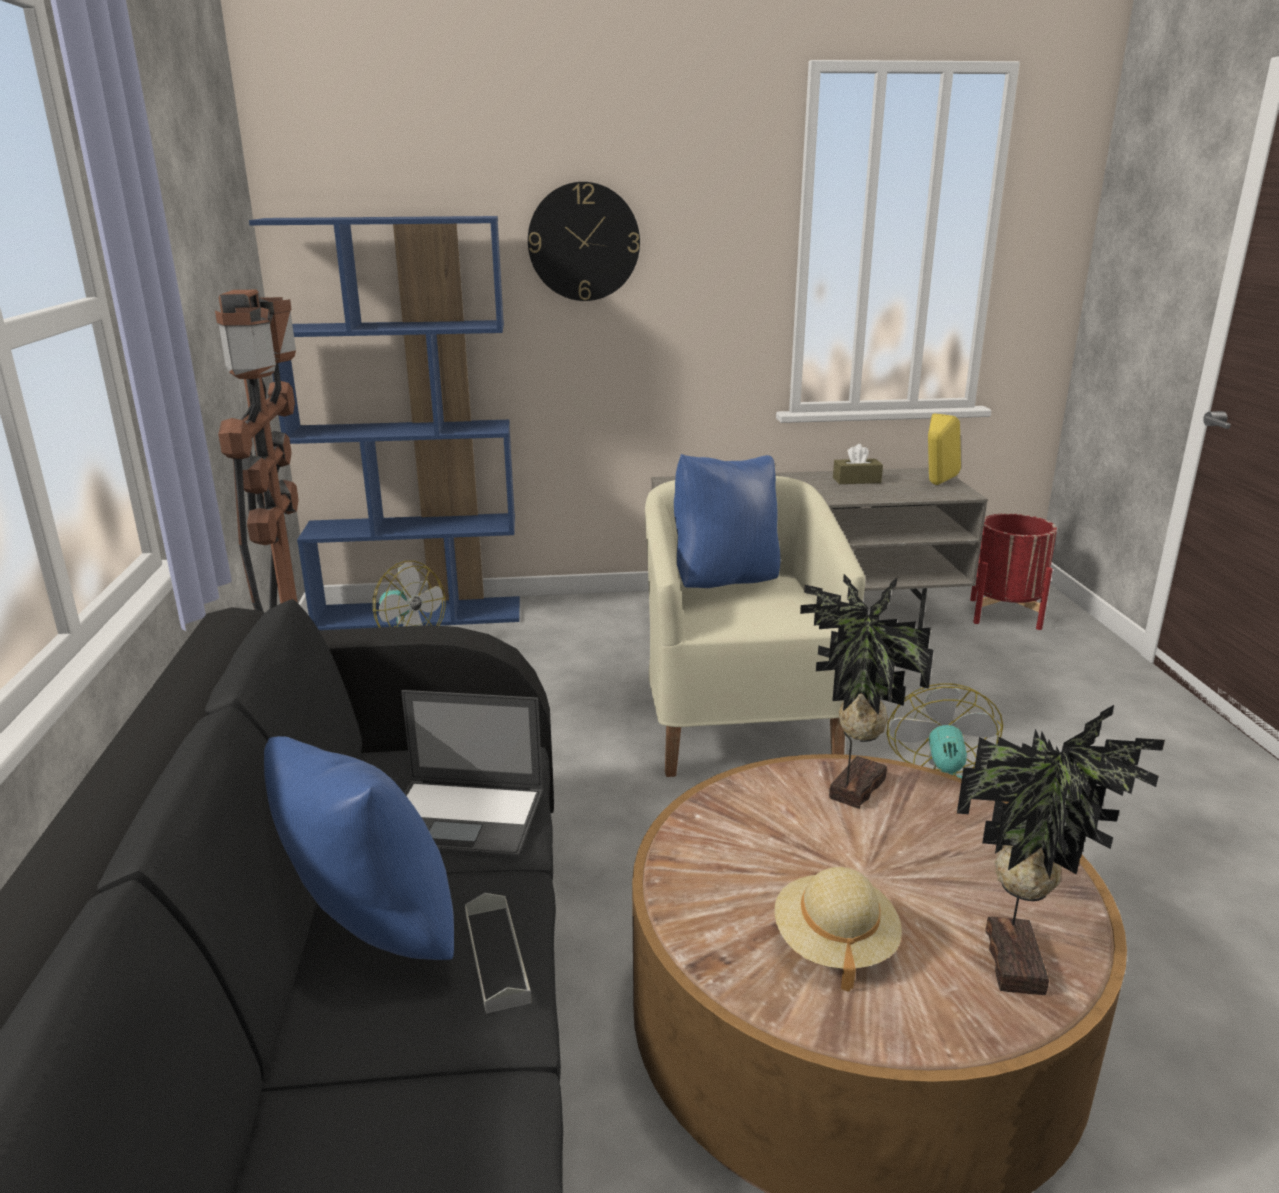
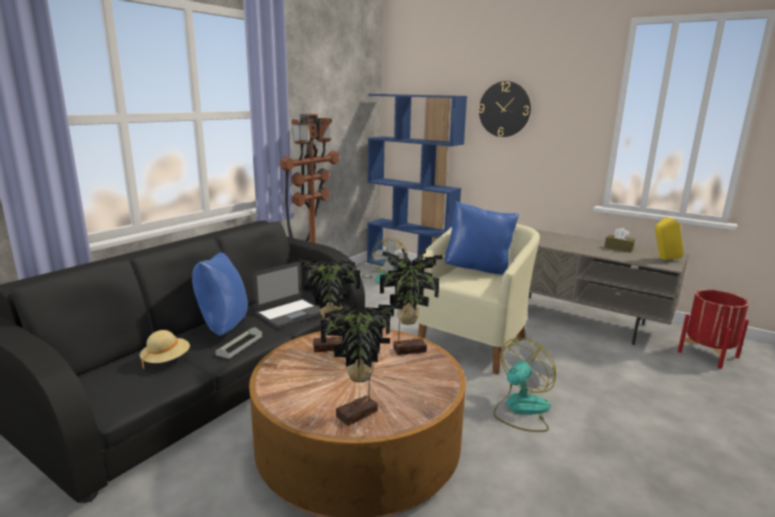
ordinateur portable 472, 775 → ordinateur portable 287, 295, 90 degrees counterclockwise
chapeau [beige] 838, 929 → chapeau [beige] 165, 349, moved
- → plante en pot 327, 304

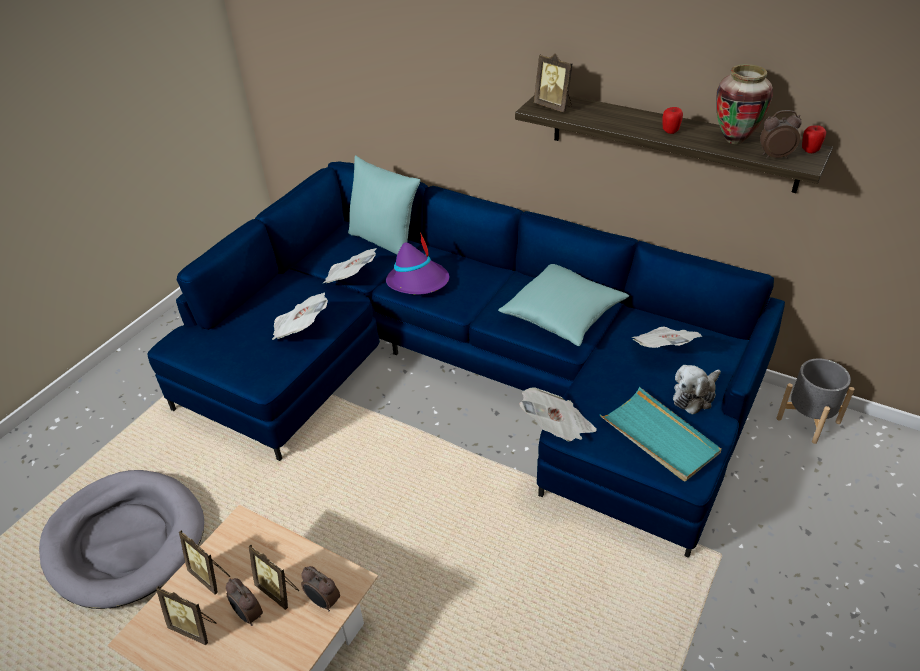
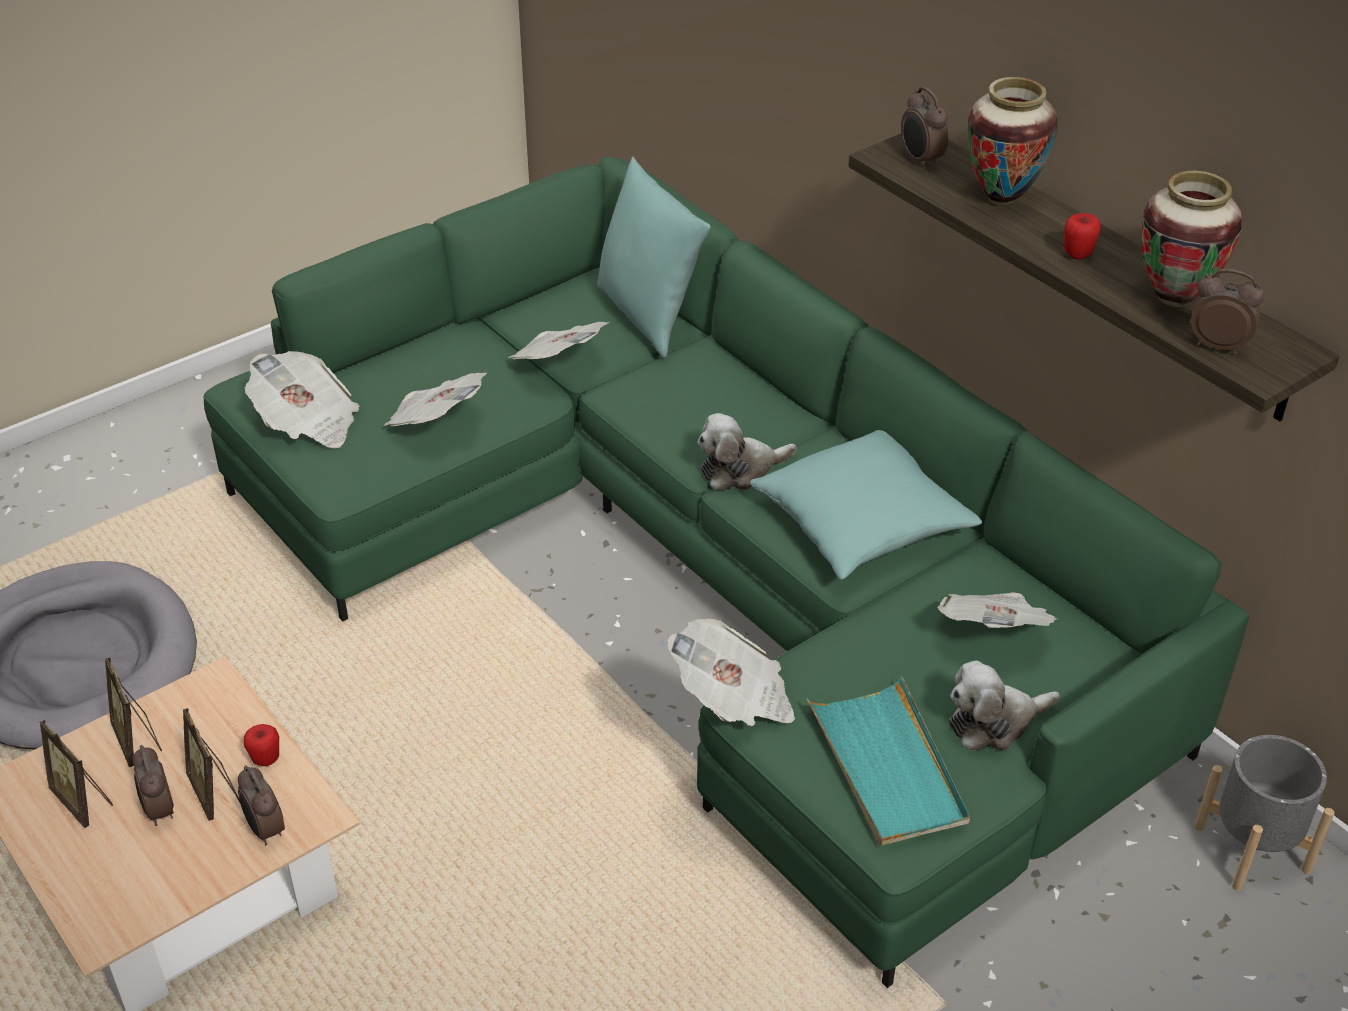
canapé [bleu] 466, 359 → canapé [vert] 726, 572
chapeau [violet] 417, 263 → -
cadre photo 553, 82 → réveil 924, 128
pomme 814, 139 → pomme 261, 745, moved
- → journal 302, 400
- → peluche 746, 451
- → vase 1013, 141

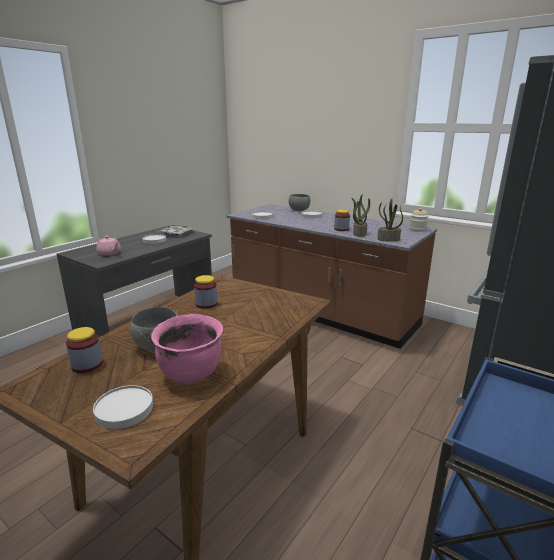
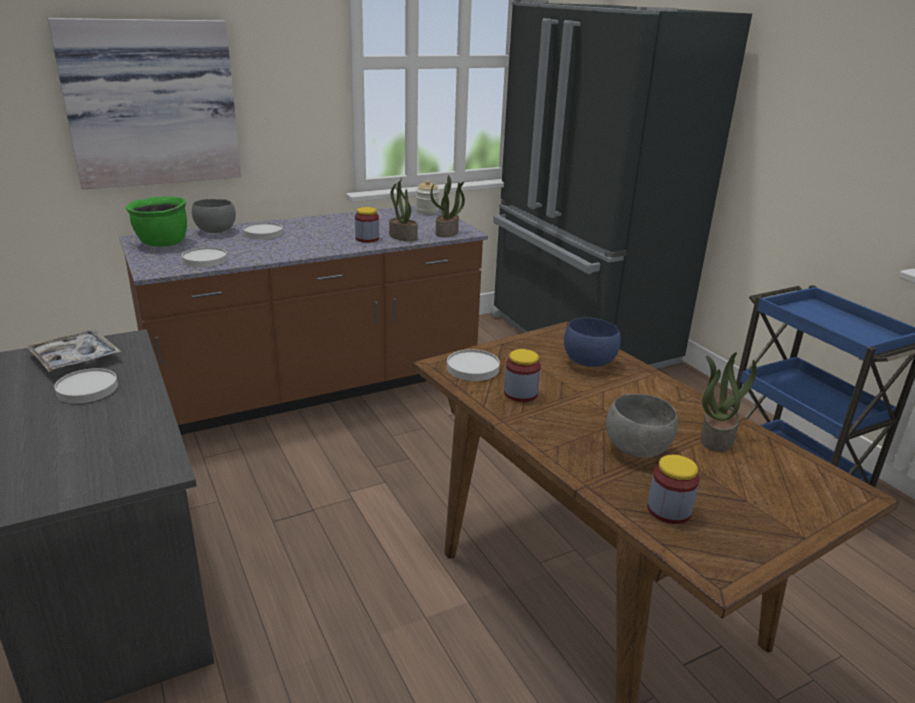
assiette [blanc] 123, 407 → assiette [blanc] 473, 365, moved
théière [rose] 108, 246 → -
marmite [rose] 187, 348 → plante en pot 728, 402
- → tableau 144, 103
- → marmite [vert] 156, 221
- → bol [bleu] 592, 342

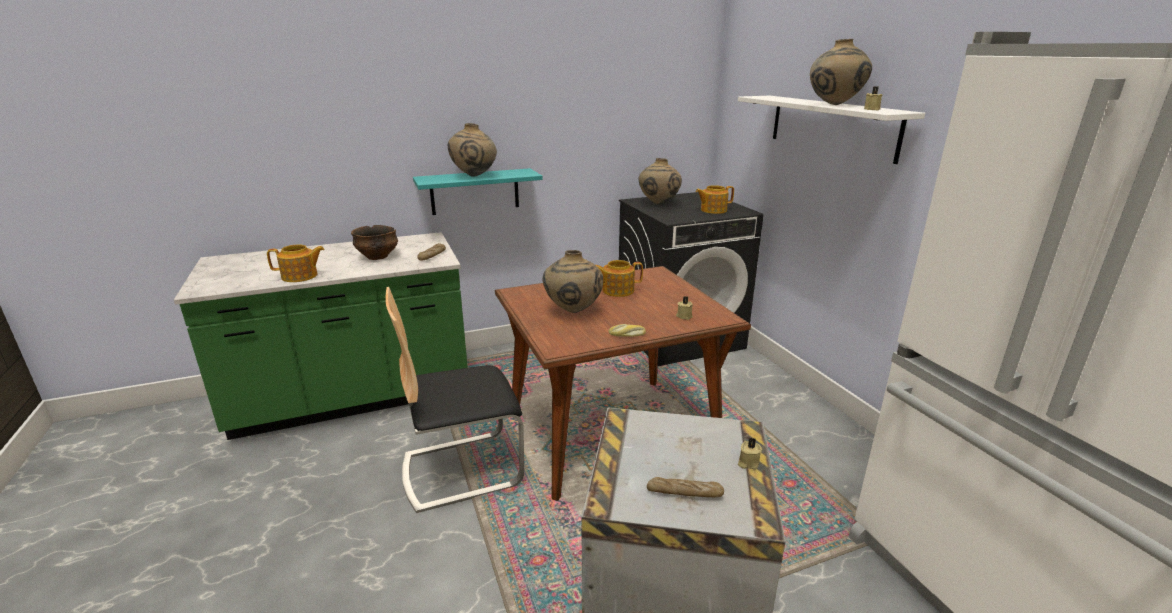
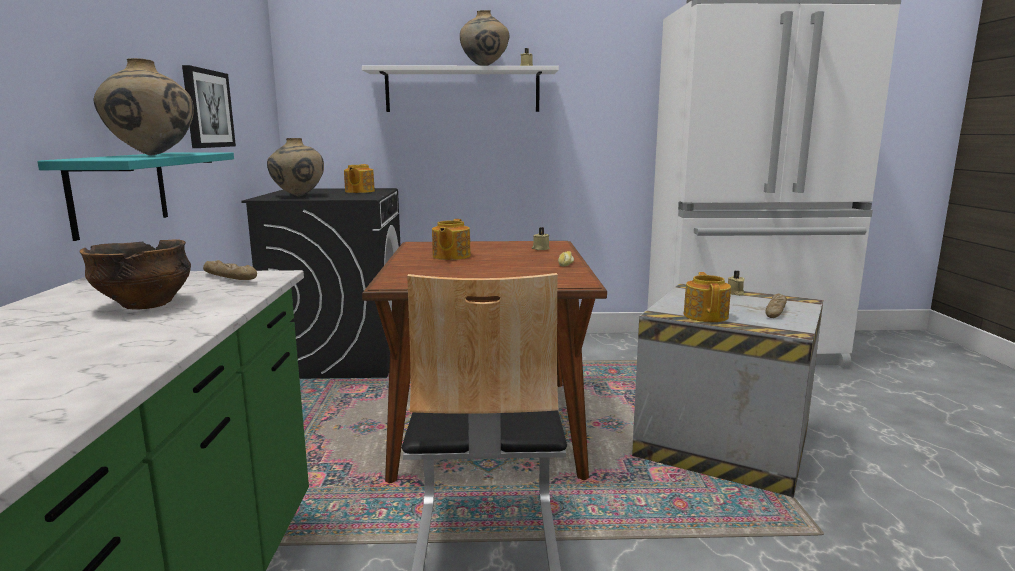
théière 296, 263 → théière 707, 297, moved
vase [beige] 572, 281 → -
- → tableau 209, 106

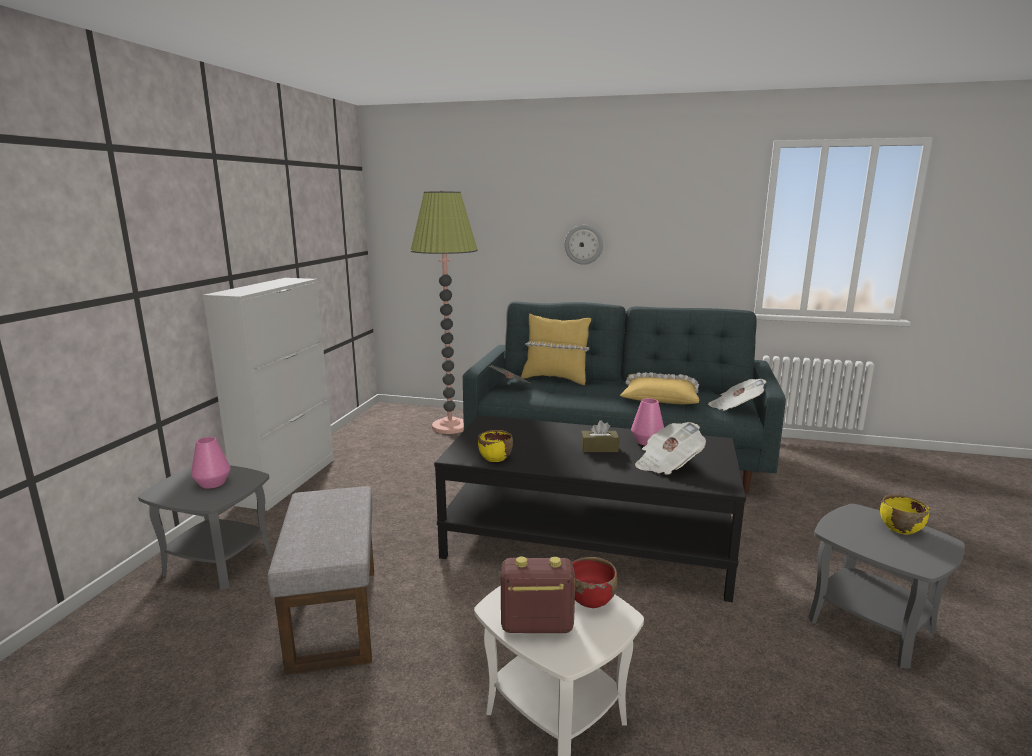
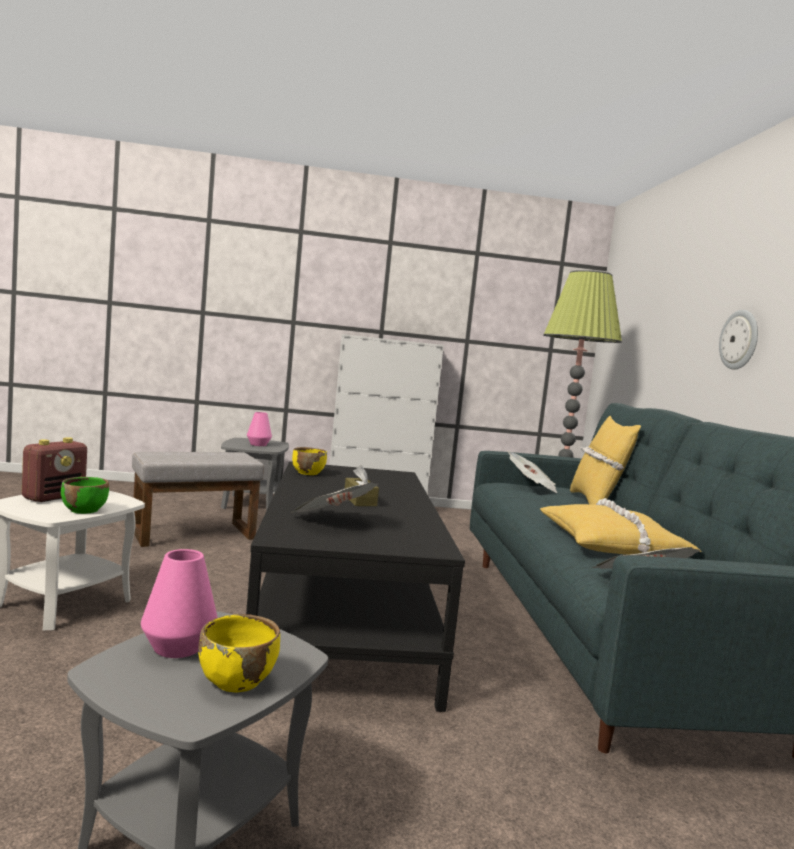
radio 538, 594 → radio 54, 469, 45 degrees clockwise
bol [rouge] 595, 582 → bol [vert] 85, 495
vase [rose] 647, 422 → vase [rose] 179, 603, moved

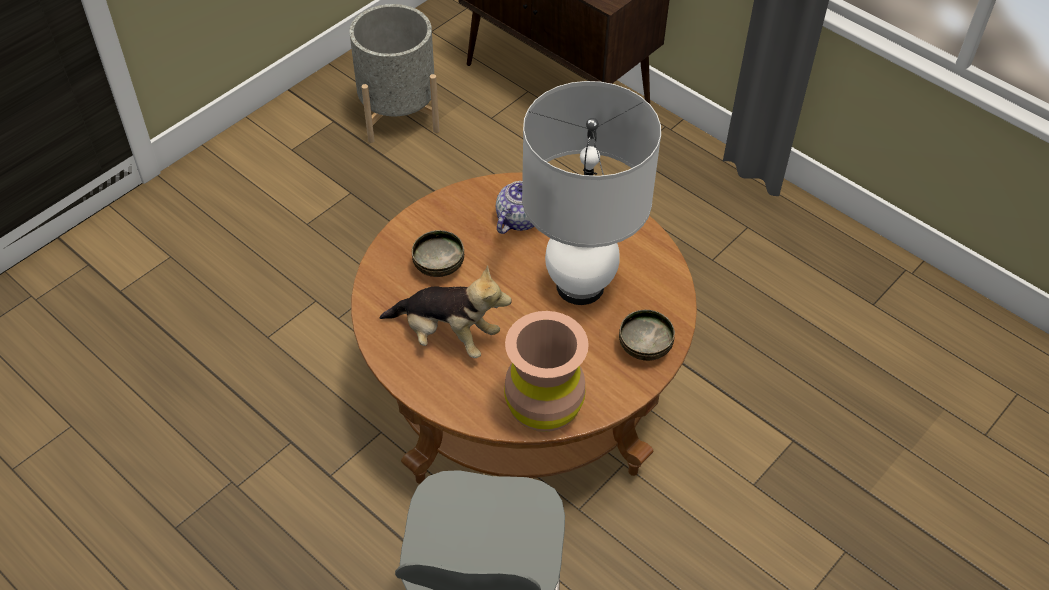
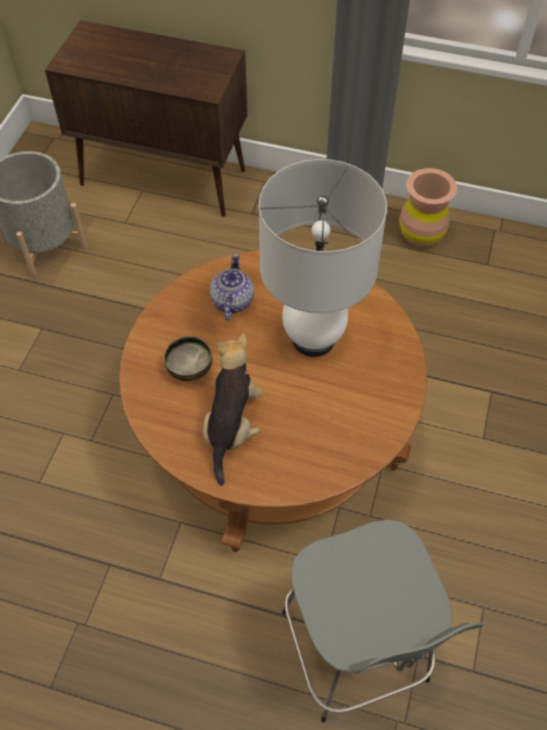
peluche 446, 311 → peluche 232, 410, 75 degrees counterclockwise
vase [marron] 546, 371 → vase [marron] 428, 207, moved
bol 647, 335 → -

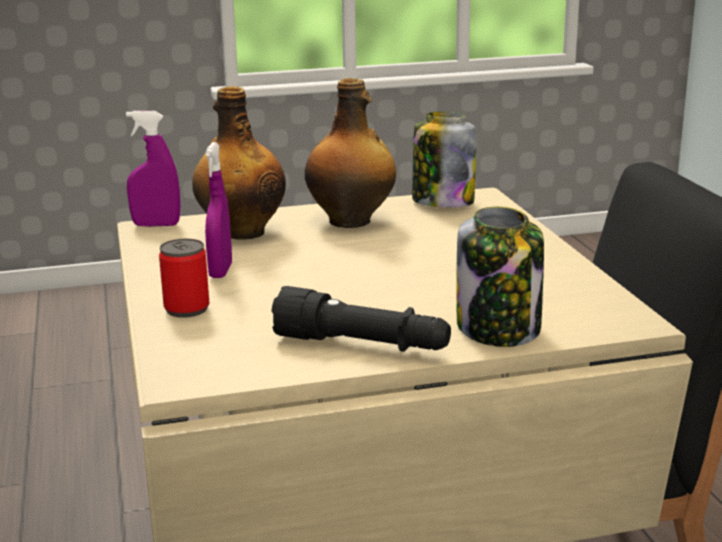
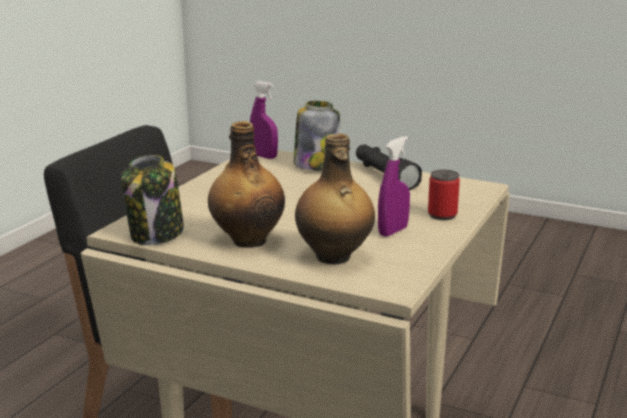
vaporisateur [violet] 153, 169 → vaporisateur [violet] 264, 120, moved

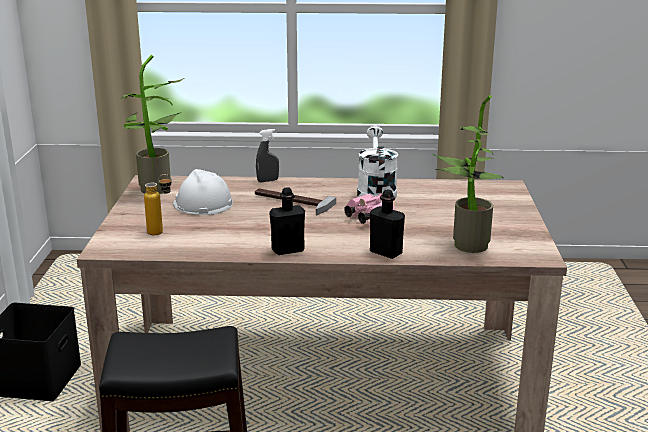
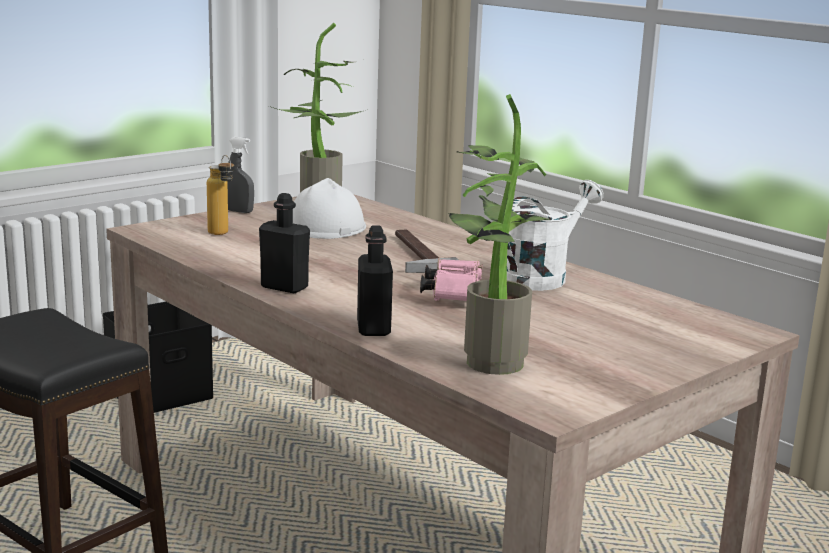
vaporisateur [gris] 267, 155 → vaporisateur [gris] 240, 175, moved

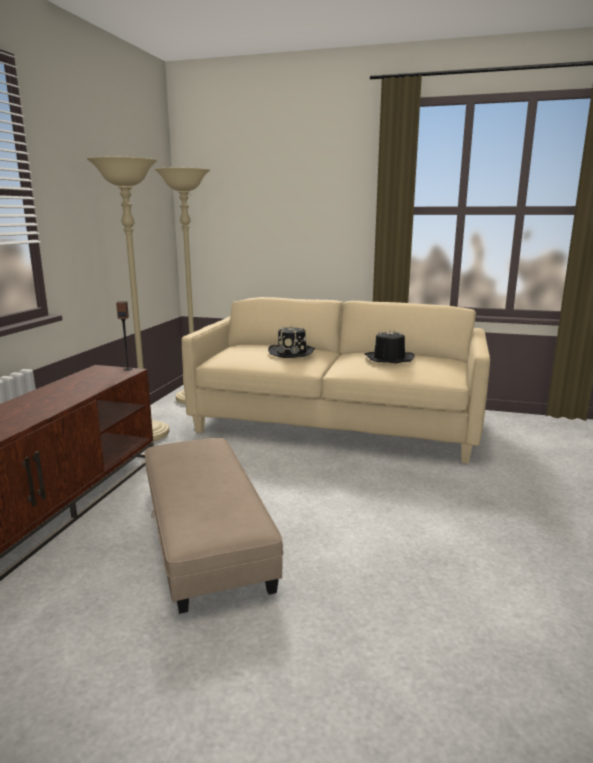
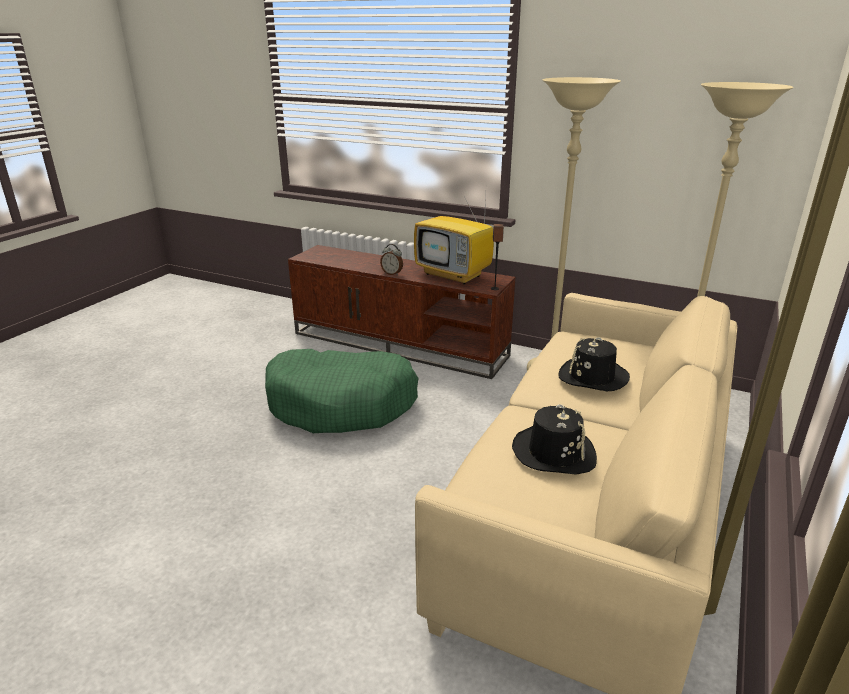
pouf [beige] 214, 526 → panier pour chien [vert] 342, 391
- → réveil 391, 260
- → téléviseur 454, 240

